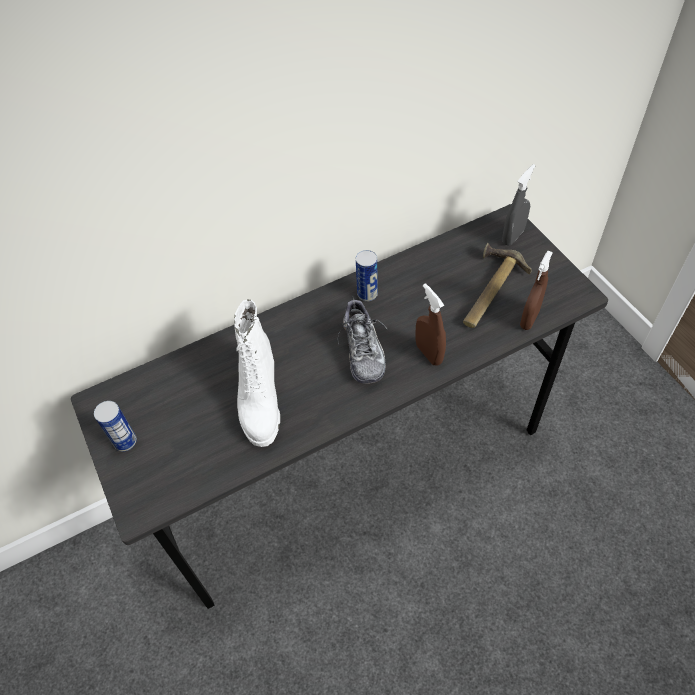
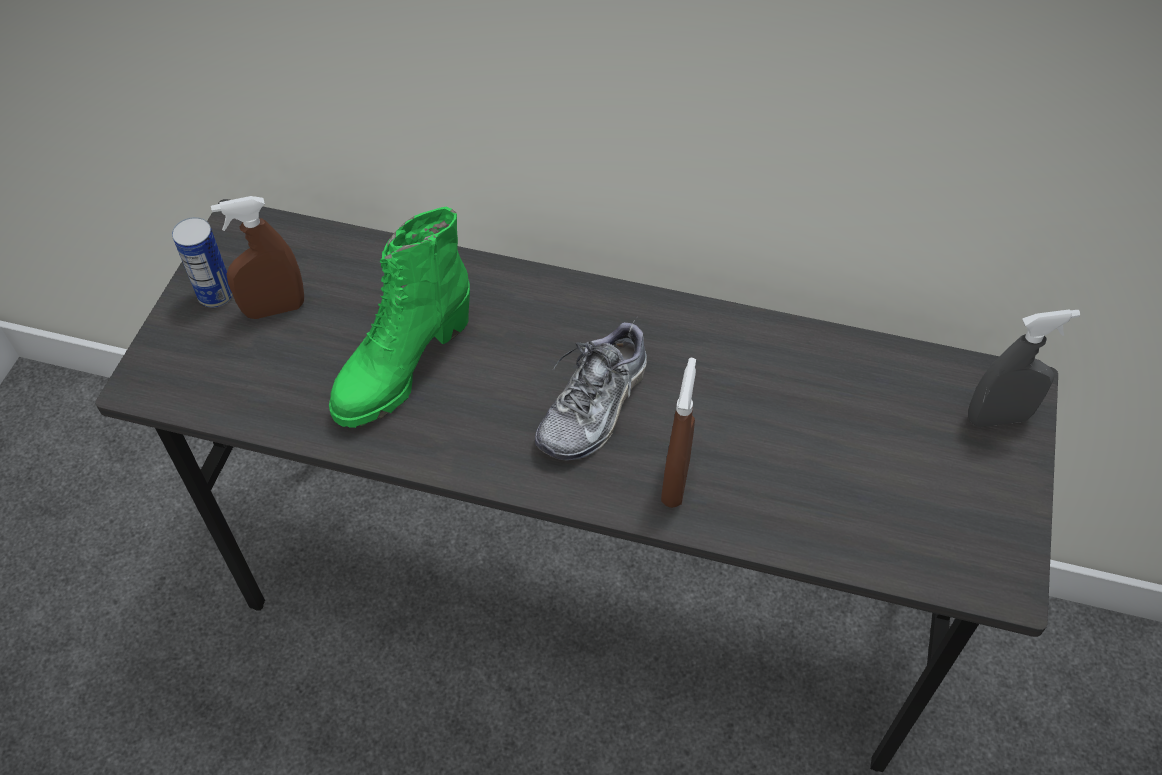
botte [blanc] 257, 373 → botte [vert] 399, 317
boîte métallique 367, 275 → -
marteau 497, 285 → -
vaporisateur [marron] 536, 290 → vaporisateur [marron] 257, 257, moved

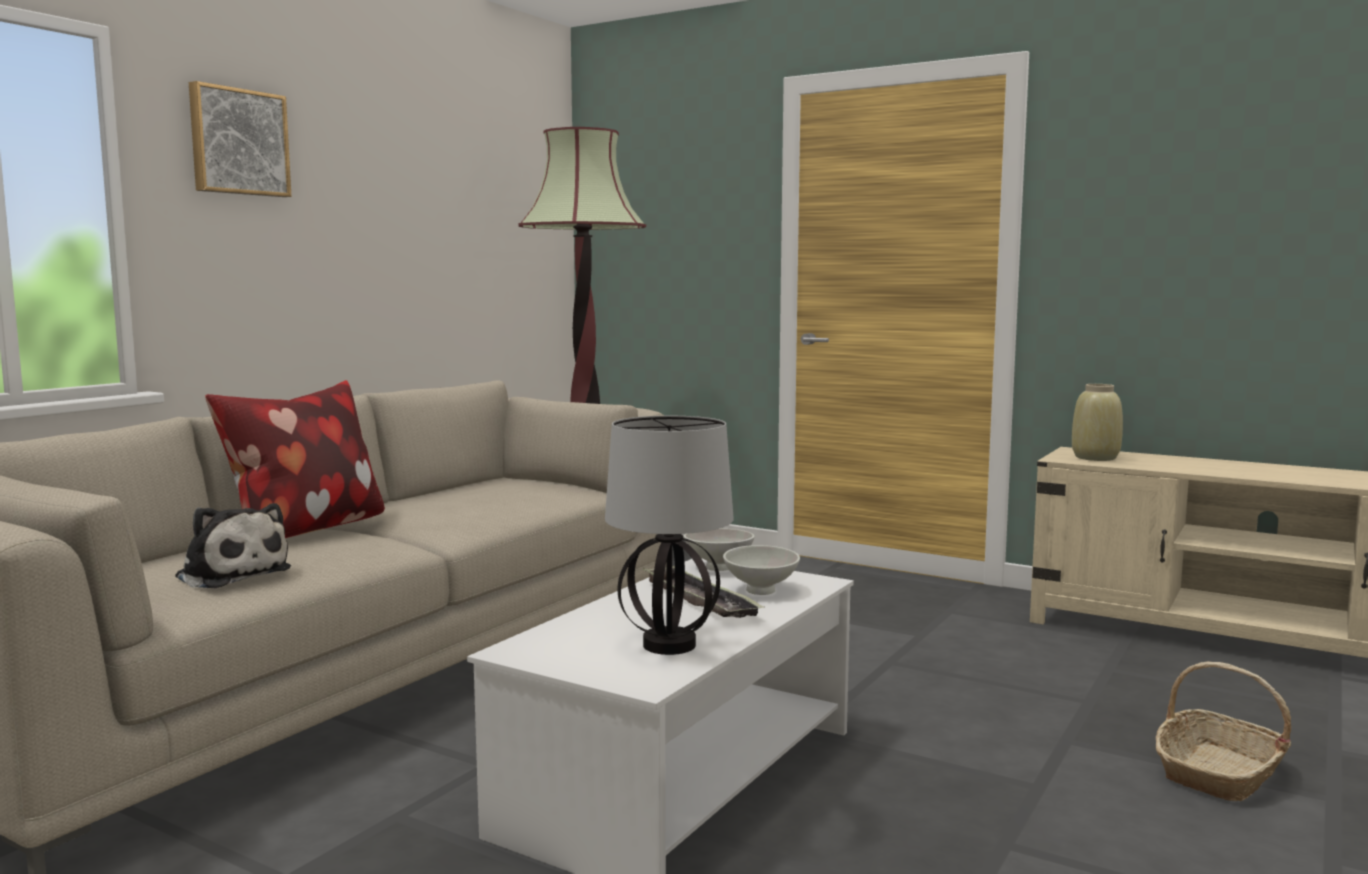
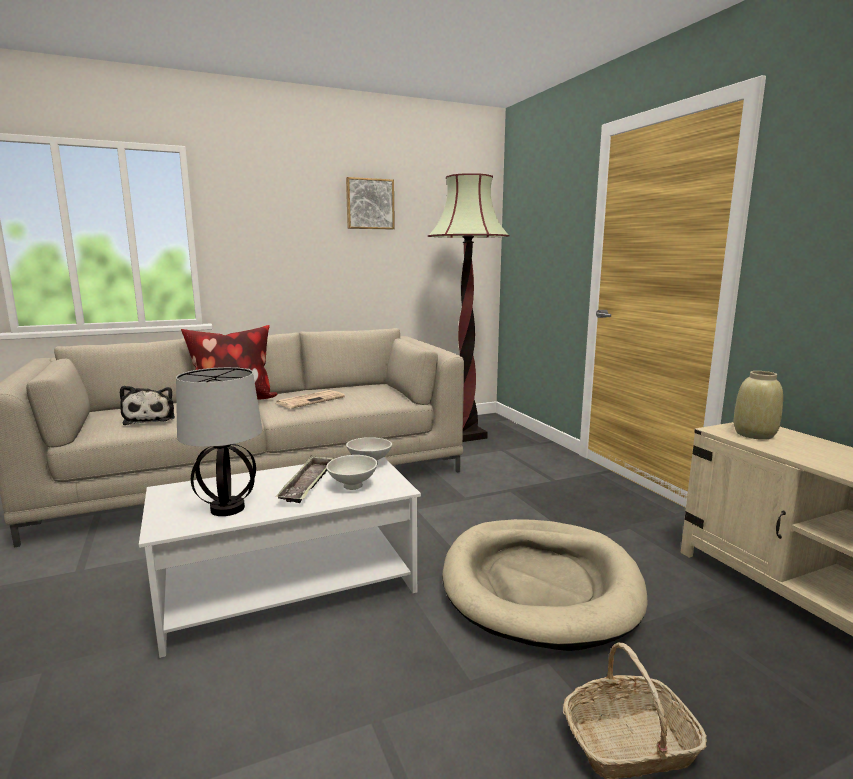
tableau 240, 139 → tableau 370, 203, moved
- → journal 310, 399
- → panier pour chien [beige] 545, 585

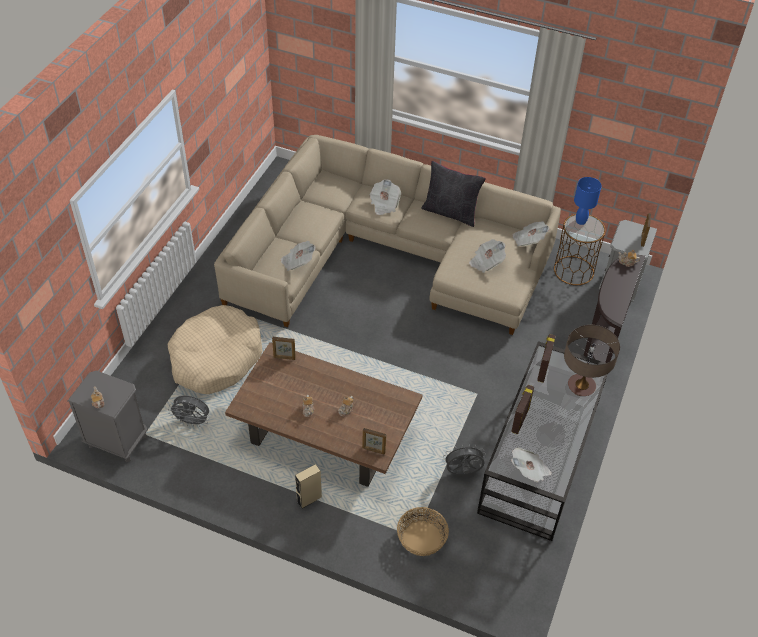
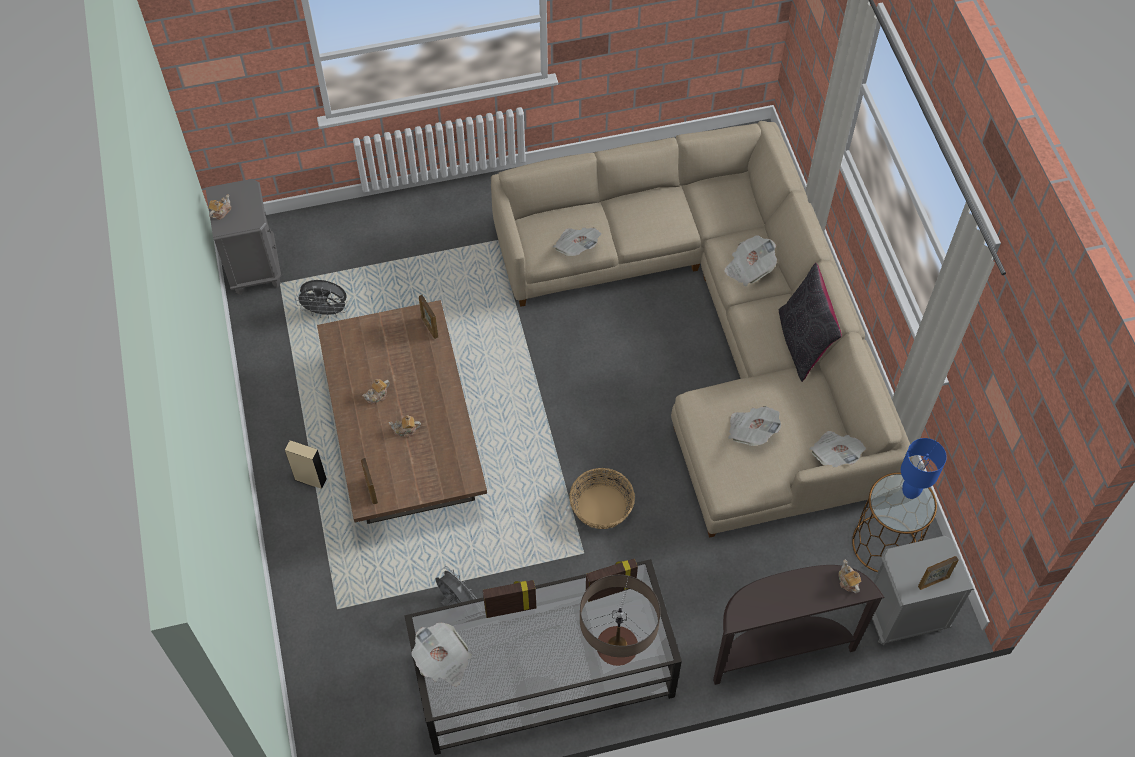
panier pour chien [beige] 215, 349 → -
ventilateur [gris] 189, 411 → ventilateur [gris] 322, 299, 60 degrees counterclockwise
panier 423, 531 → panier 602, 498, moved

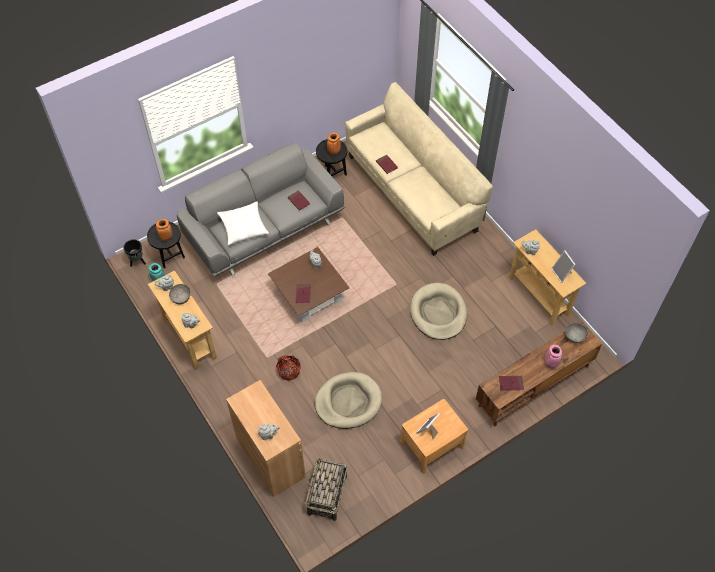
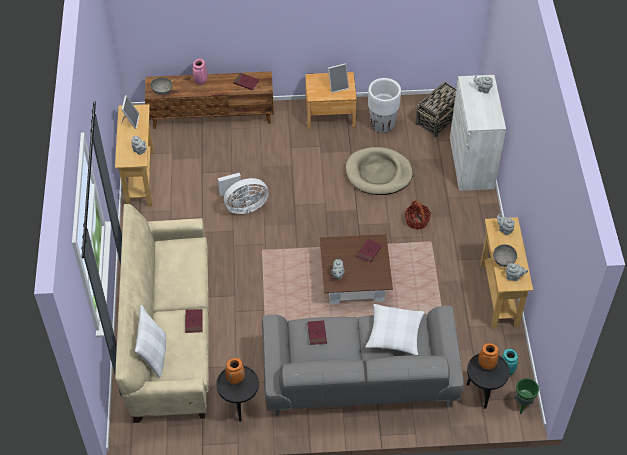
cache-pot [noir] 134, 253 → cache-pot [vert] 526, 396
meuble de rangement [marron] 266, 438 → meuble de rangement [blanc] 478, 133
panier pour chien [beige] 438, 311 → ventilateur [blanc] 243, 193
- → coussin [blanc] 150, 341
- → cache-pot [blanc] 384, 105

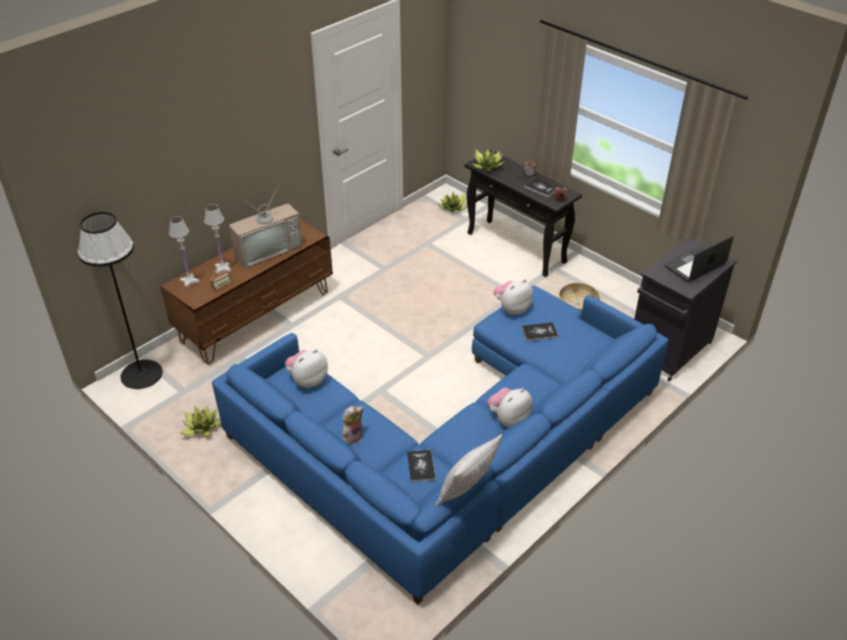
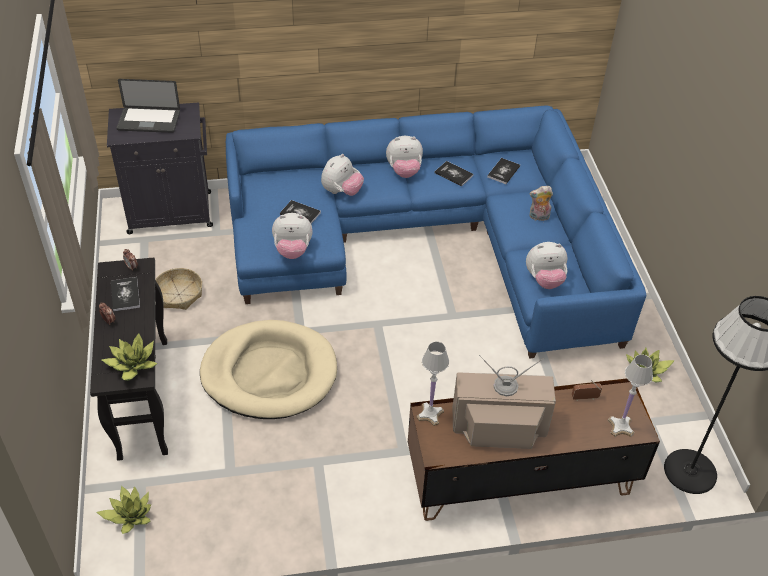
lampe de table [blanc] 218, 239 → lampe de table [blanc] 432, 384, moved
coussin 469, 470 → -
- → panier pour chien [beige] 268, 369
- → peluche 342, 175
- → livre 454, 173

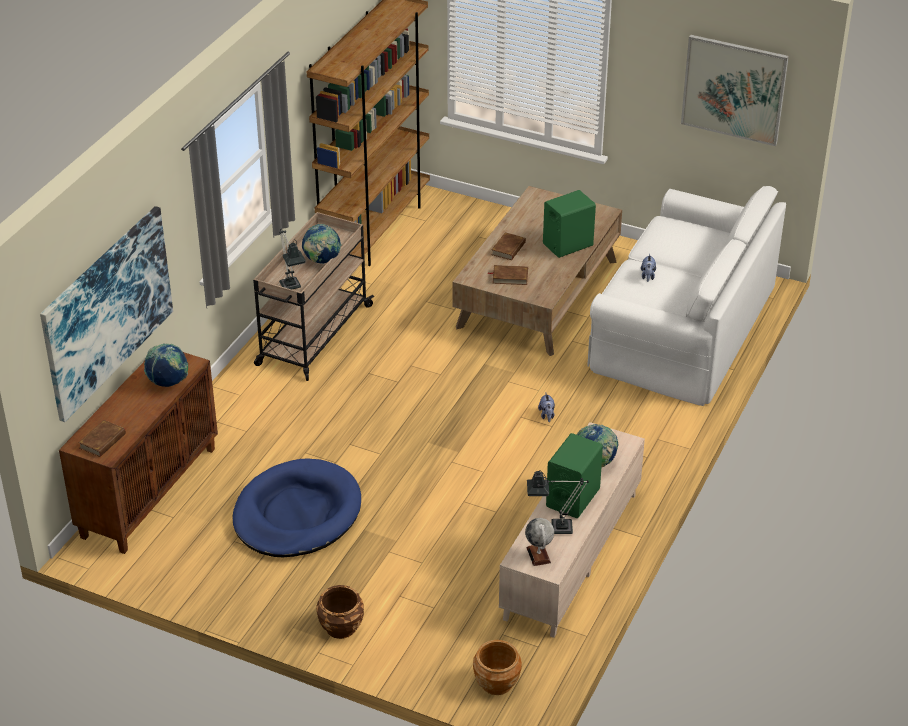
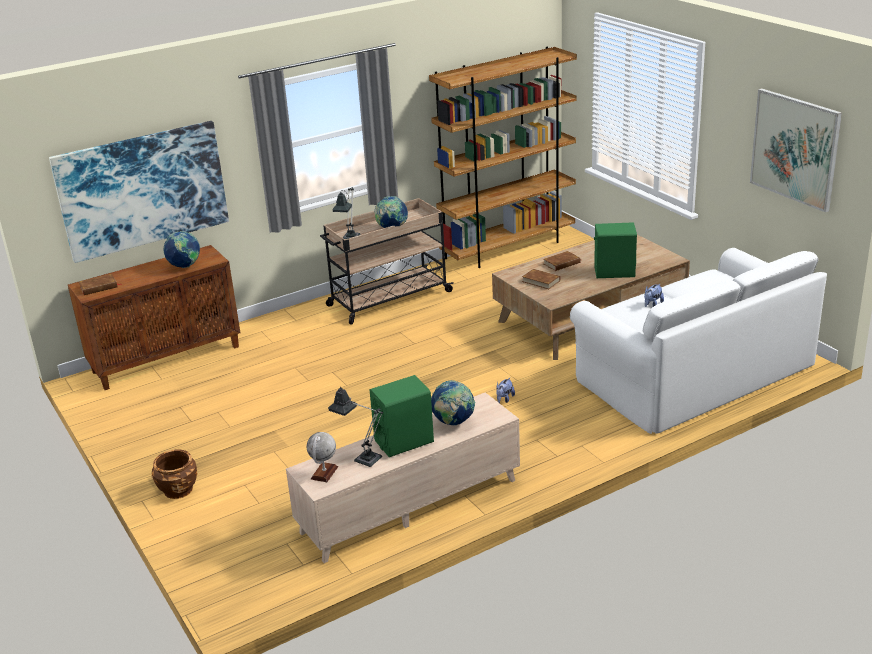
panier pour chien [bleu] 296, 507 → -
cache-pot [marron] 497, 667 → -

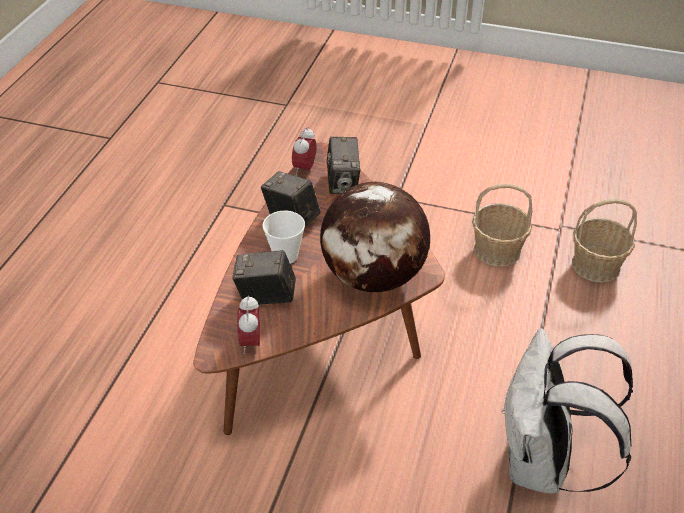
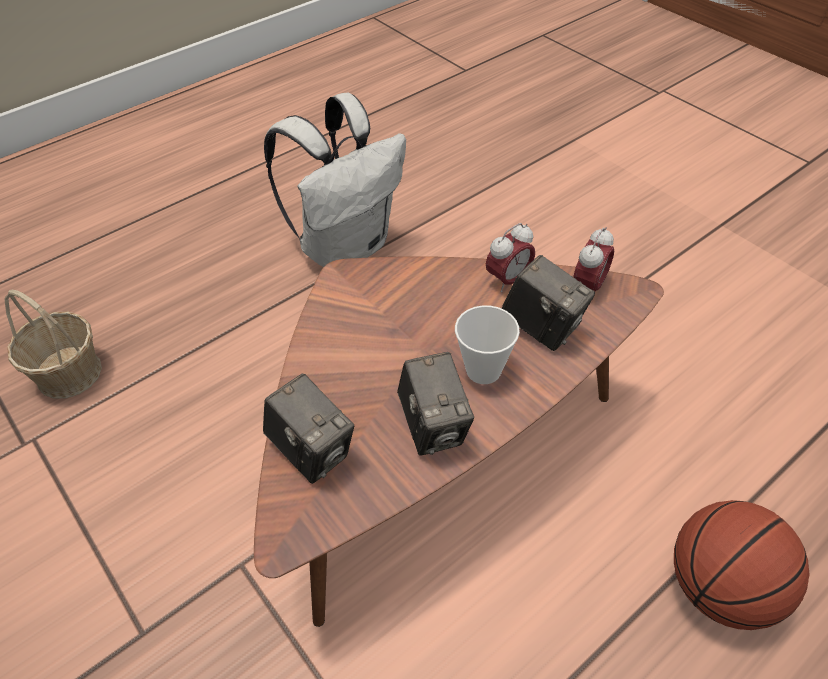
réveil 304, 151 → réveil 510, 257, moved
globe 375, 237 → -
appareil photo 343, 165 → appareil photo 308, 429, 105 degrees clockwise
panier 502, 225 → -
- → ballon de basket 741, 565

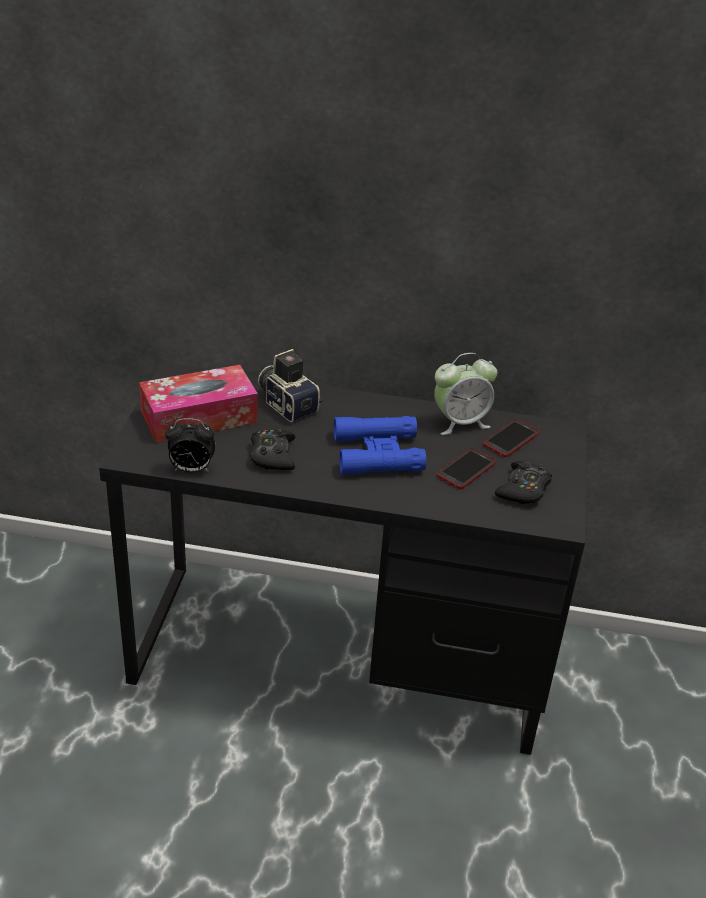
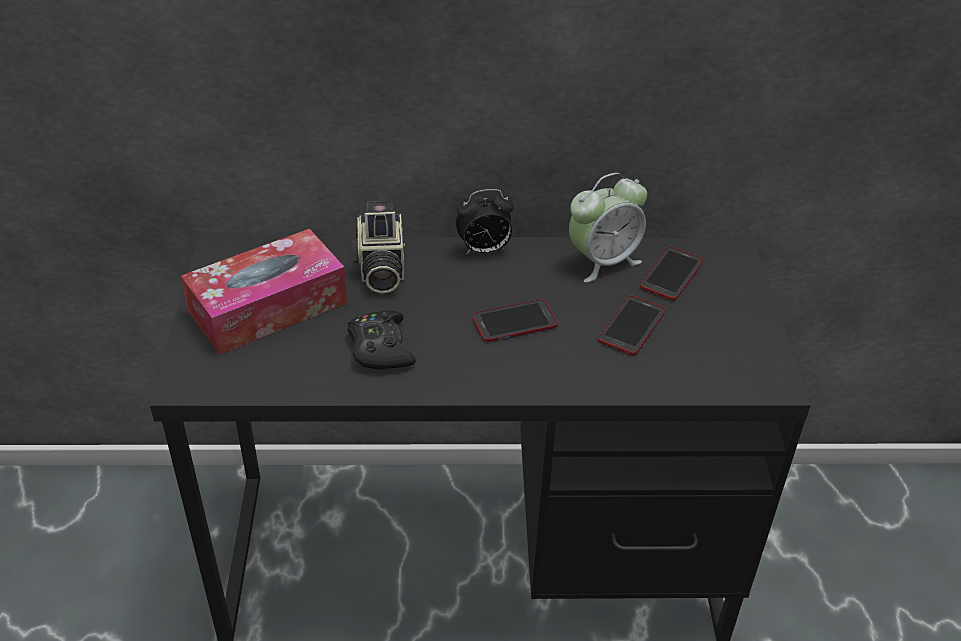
réveil 190, 445 → réveil 485, 222, moved
appareil photo 290, 385 → appareil photo 378, 247, 135 degrees counterclockwise
jumelles [bleu] 380, 445 → téléphone 515, 320
manette [noir] 523, 482 → -

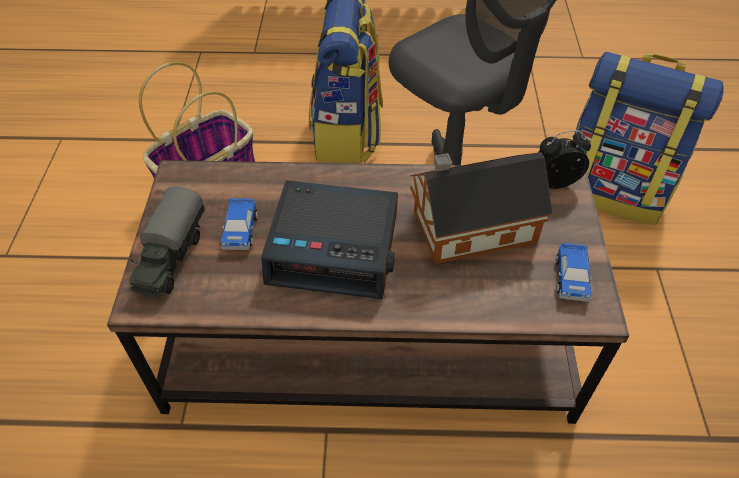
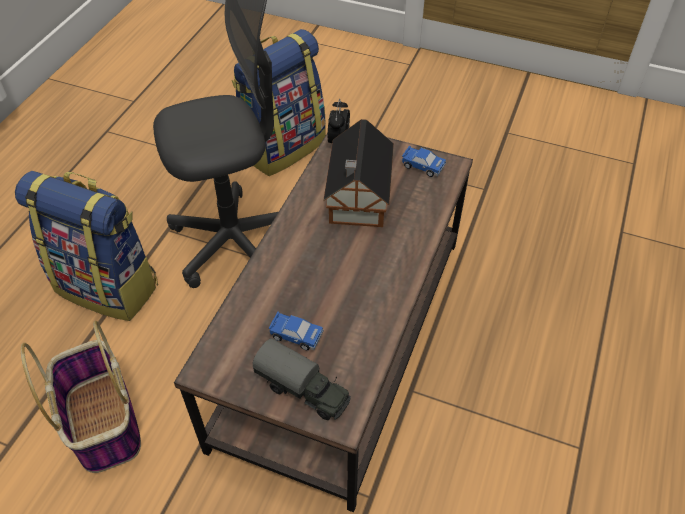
réveil 329, 239 → -

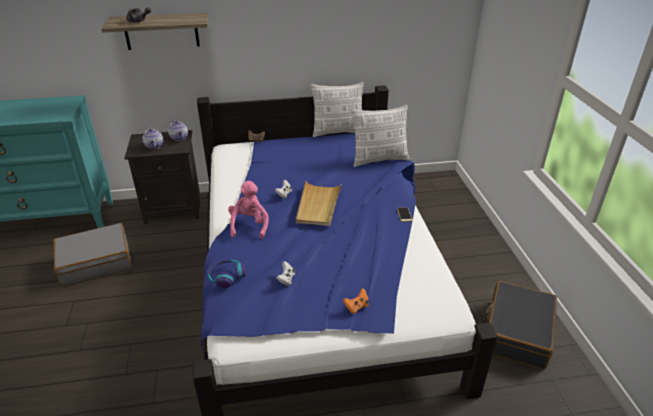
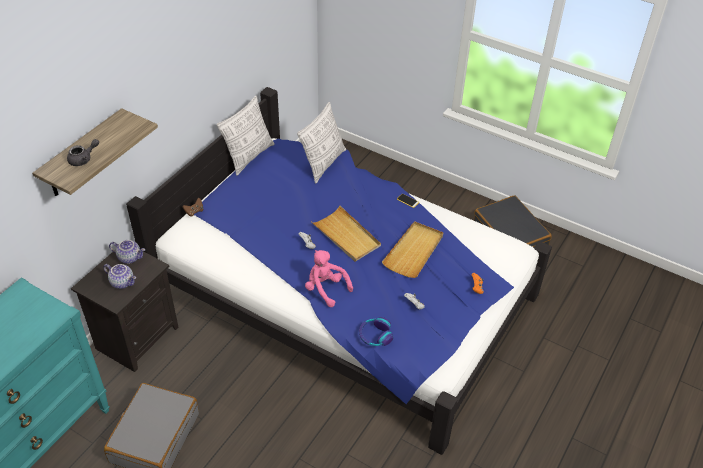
- → plateau [beige] 412, 249

